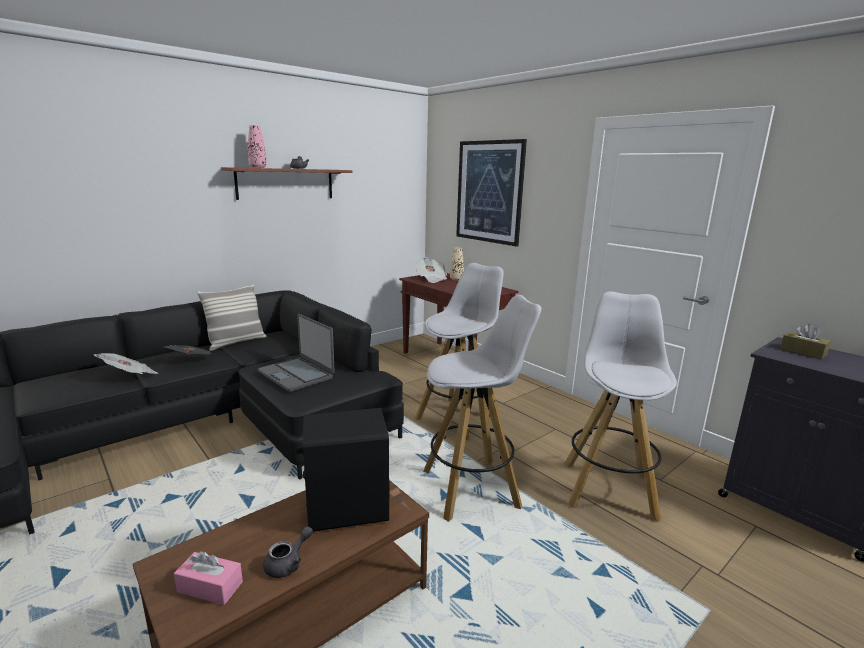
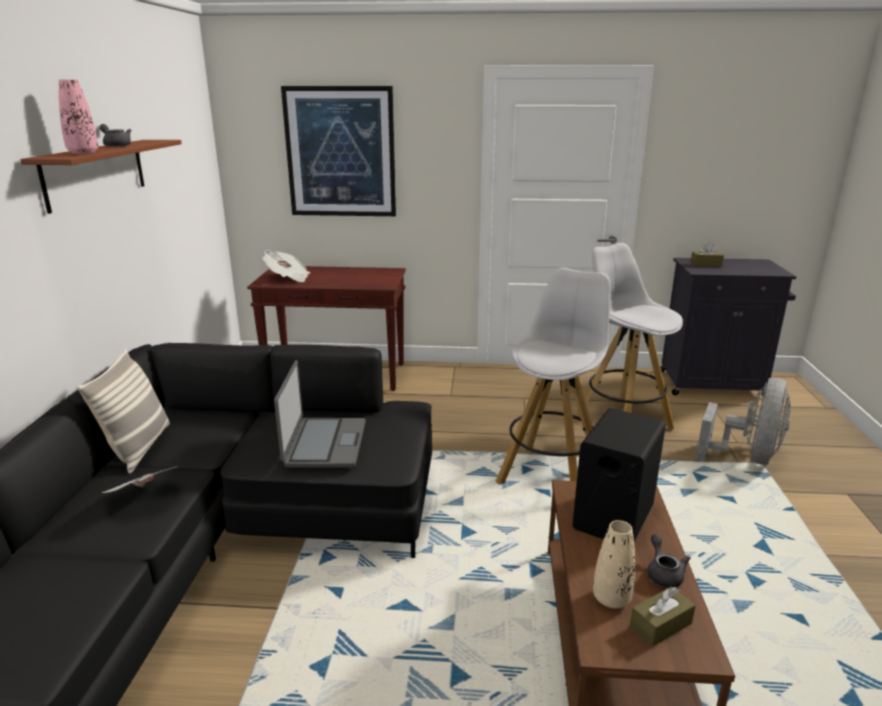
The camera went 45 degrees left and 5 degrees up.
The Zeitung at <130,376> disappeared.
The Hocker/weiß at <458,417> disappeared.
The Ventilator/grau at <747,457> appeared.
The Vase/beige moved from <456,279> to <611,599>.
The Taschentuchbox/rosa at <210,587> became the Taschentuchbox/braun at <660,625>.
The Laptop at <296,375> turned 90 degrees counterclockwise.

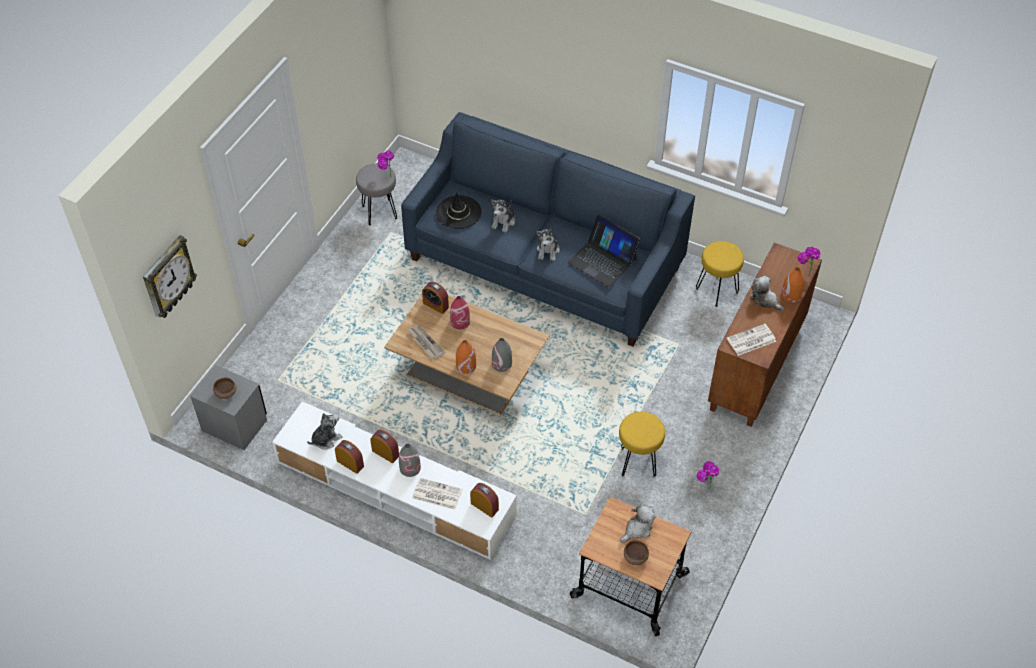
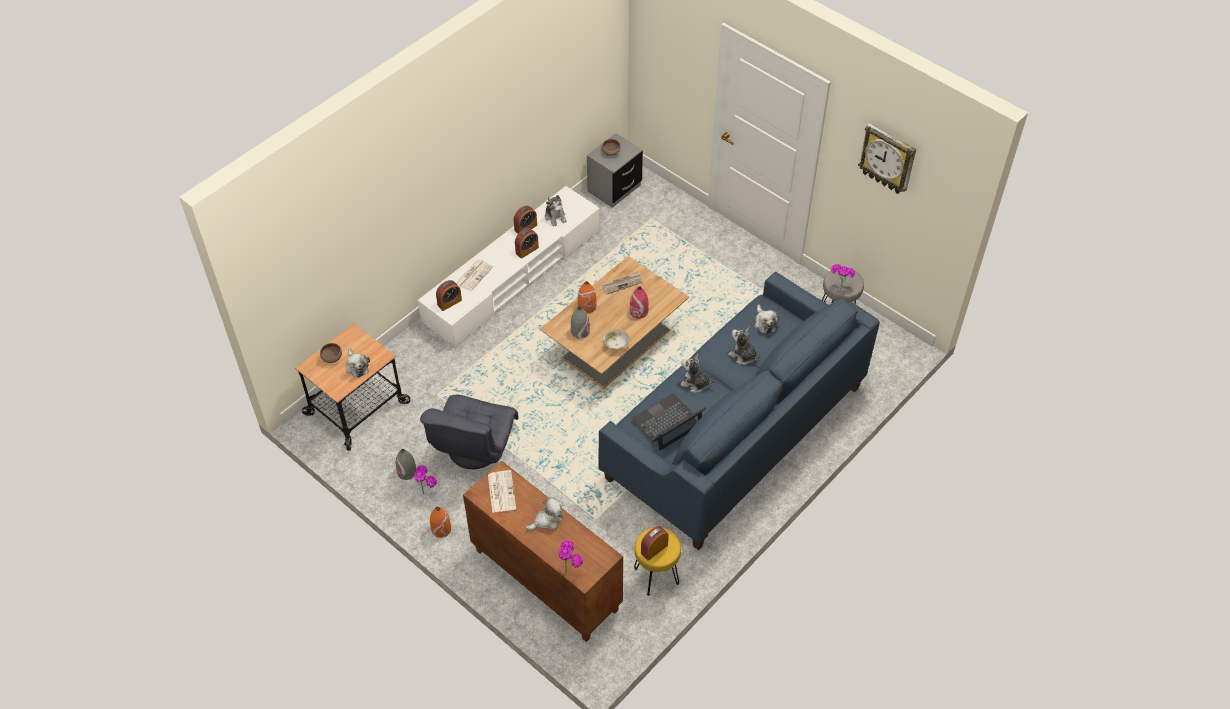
The camera went 105 degrees right and 0 degrees up.
The Schüssel at <616,344> appeared.
The Wanduhr moved from <168,278> to <888,159>.
The Vase/grau moved from <410,468> to <407,472>.
The Wecker moved from <435,305> to <654,549>.
The Vase/orange moved from <791,294> to <441,529>.
The Hut/schwarz at <458,212> was replaced by the Plüschtier at <764,323>.
The Hocker/gelb at <638,462> was replaced by the Sessel/grau at <473,447>.

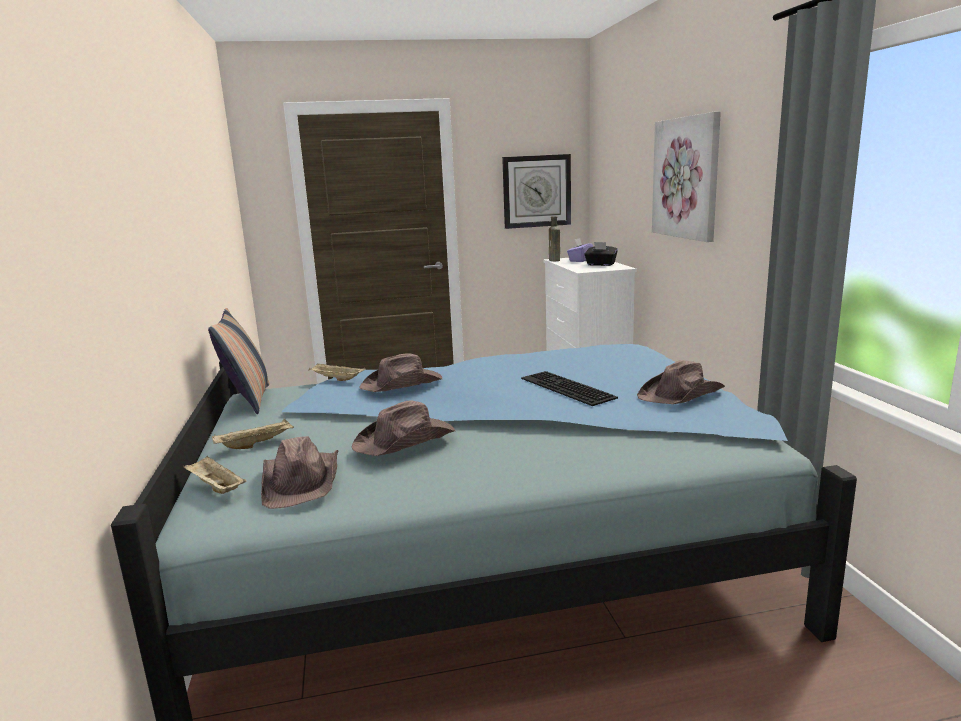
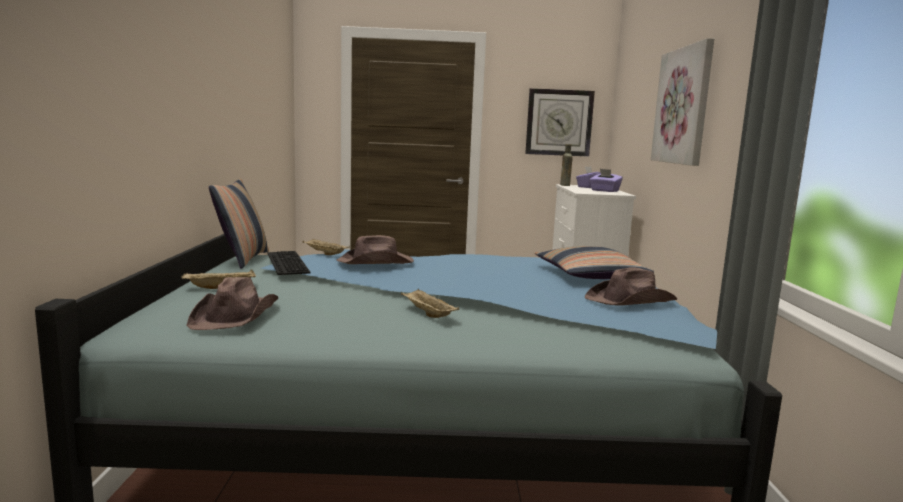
The camera went 10 degrees right and 5 degrees down.
The Hut/braun at <405,440> disappeared.
The Kissen at <589,275> appeared.
The Tablett/beige moved from <215,487> to <427,314>.
The Tastatur moved from <564,388> to <285,262>.
The Taschentuchbox/schwarz at <600,264> became the Taschentuchbox/lila at <604,191>.

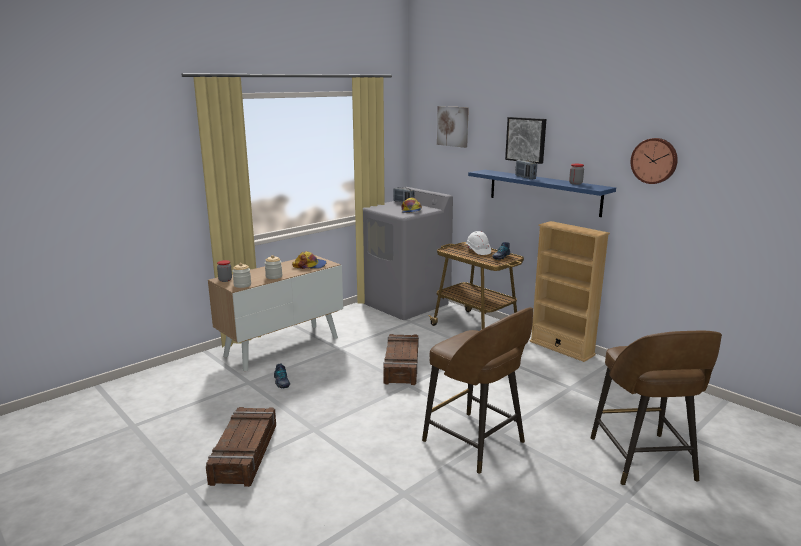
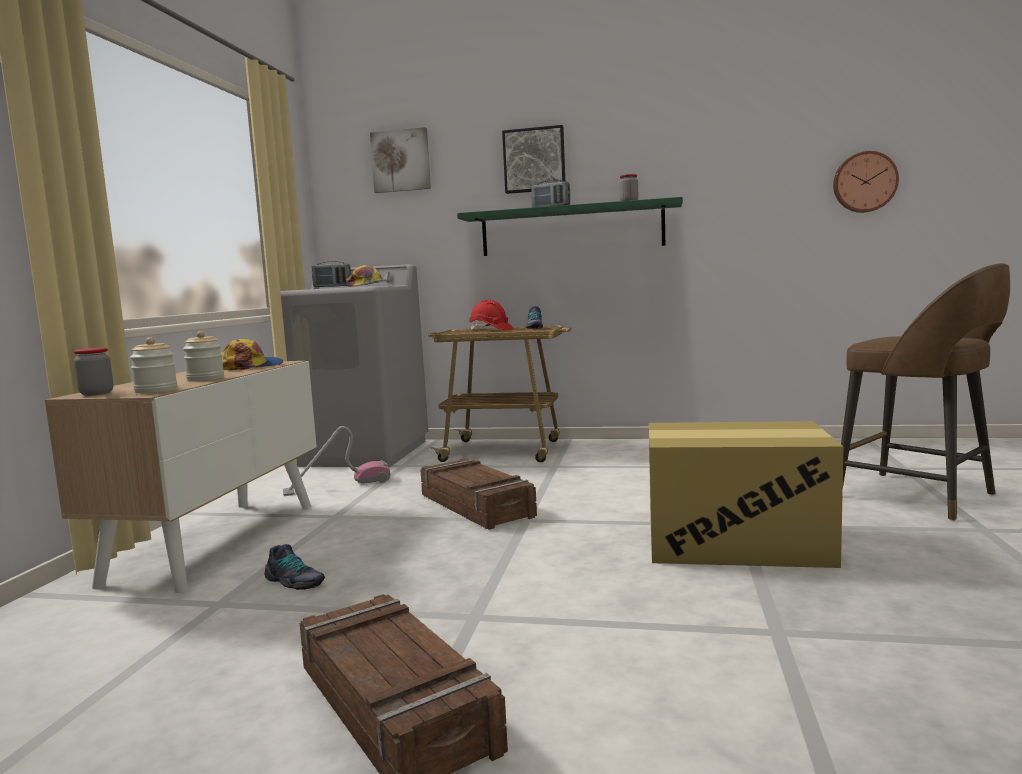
The camera went 35 degrees left and 10 degrees down.
The Bücherregal/beige at <561,348> disappeared.
The Staubsauger at <337,485> appeared.
The Wanduhr moved from <654,160> to <864,182>.
The Hocker/braun at <475,443> was replaced by the Karton at <736,543>.
The Schutzhelm/weiß at <478,251> became the Schutzhelm/rot at <490,330>.
The Wandregal/blau at <543,192> became the Wandregal/grün at <571,230>.

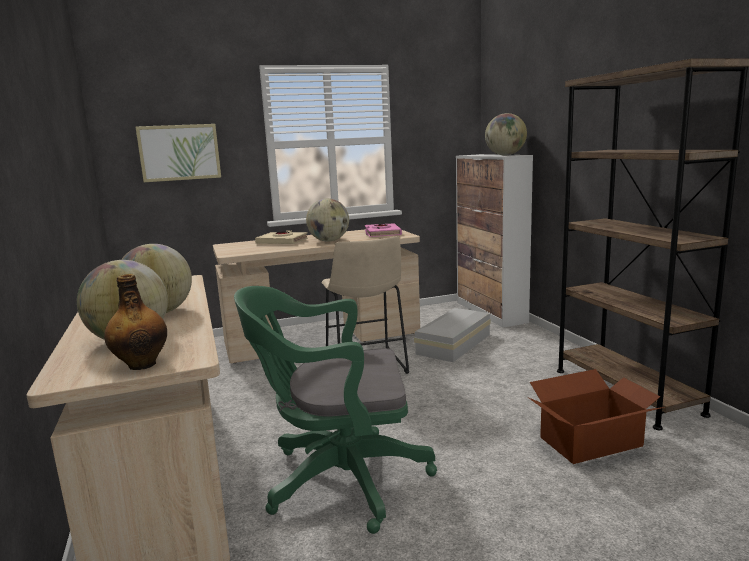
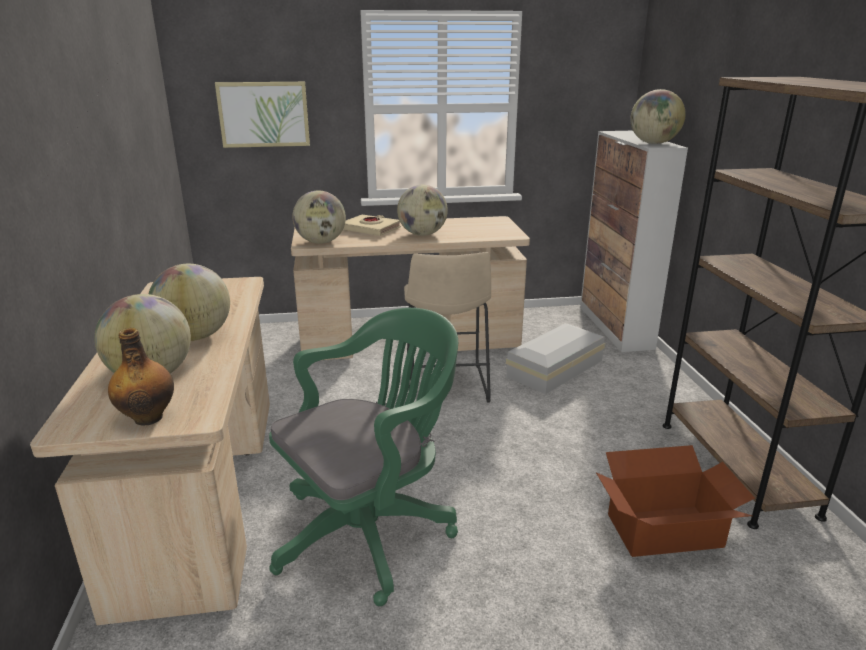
The camera went 10 degrees right and 10 degrees up.
The Buch/rosa at <382,233> disappeared.
The Globus at <321,242> appeared.
The Bürostuhl/grün at <338,479> turned 135 degrees clockwise.

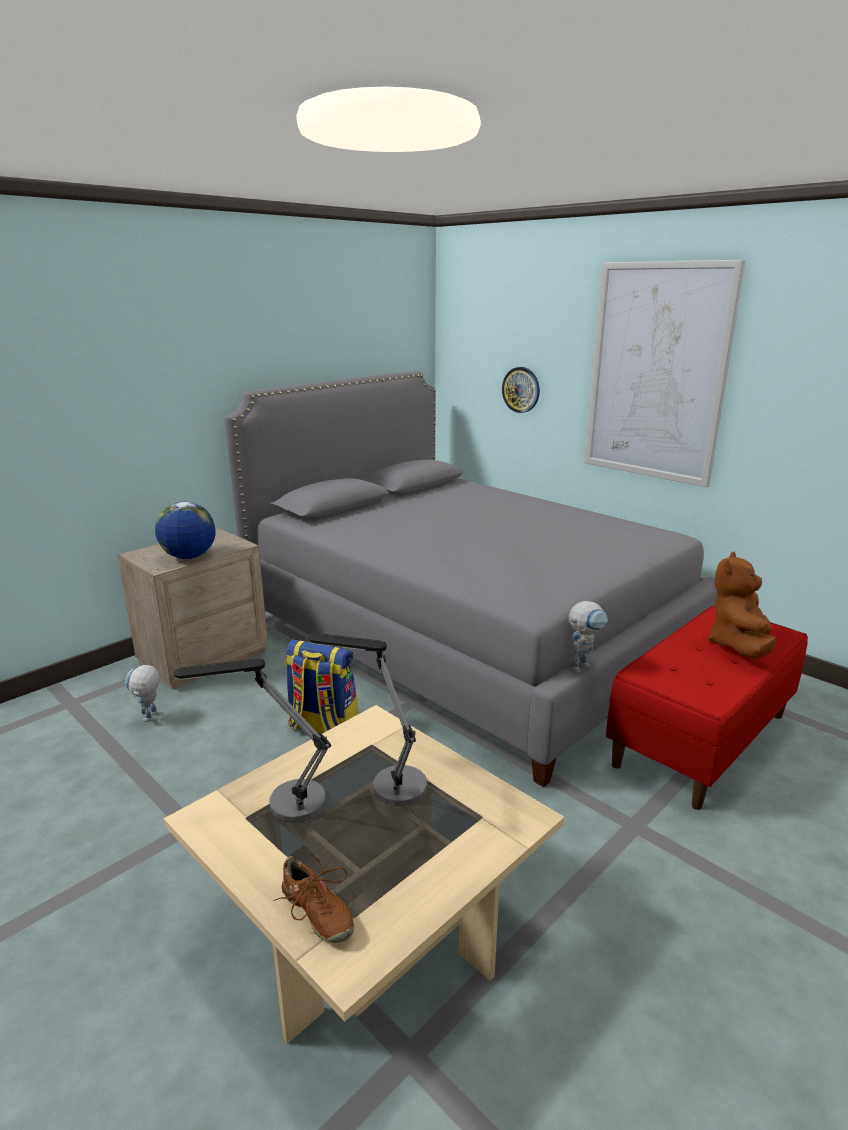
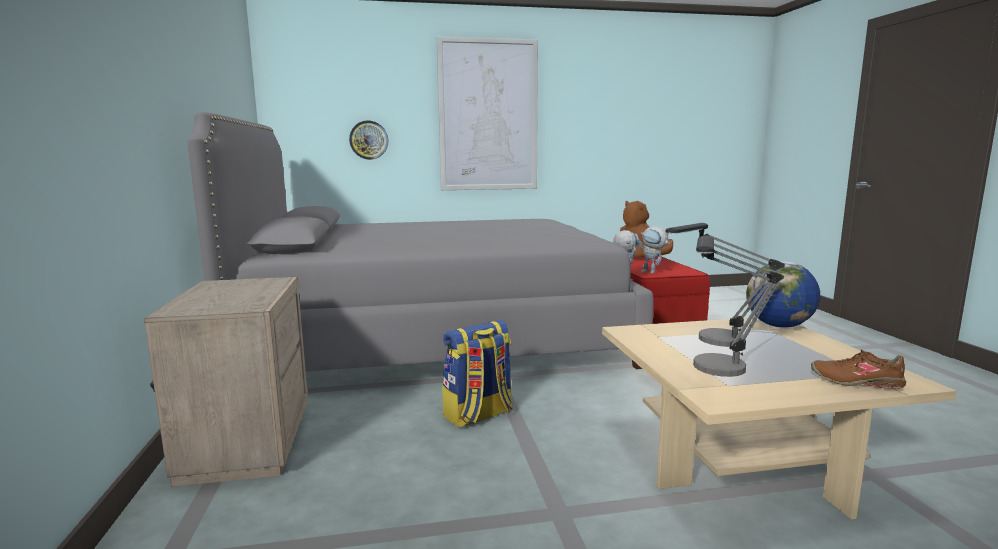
The camera went 55 degrees left and 10 degrees down.
The Spielzeugroboter moved from <149,720> to <652,272>.
The Globus moved from <189,557> to <779,326>.
The Schuh/braun at <316,912> turned 150 degrees counterclockwise.

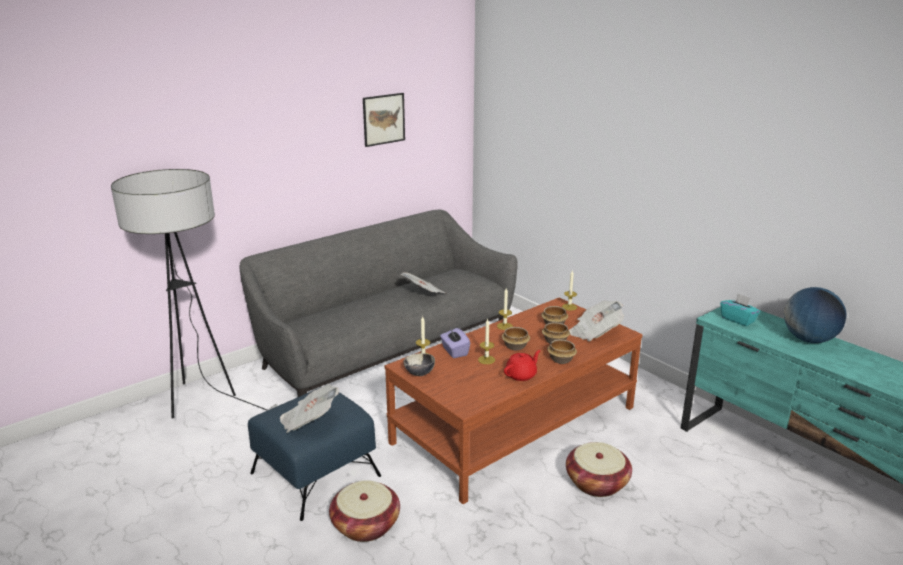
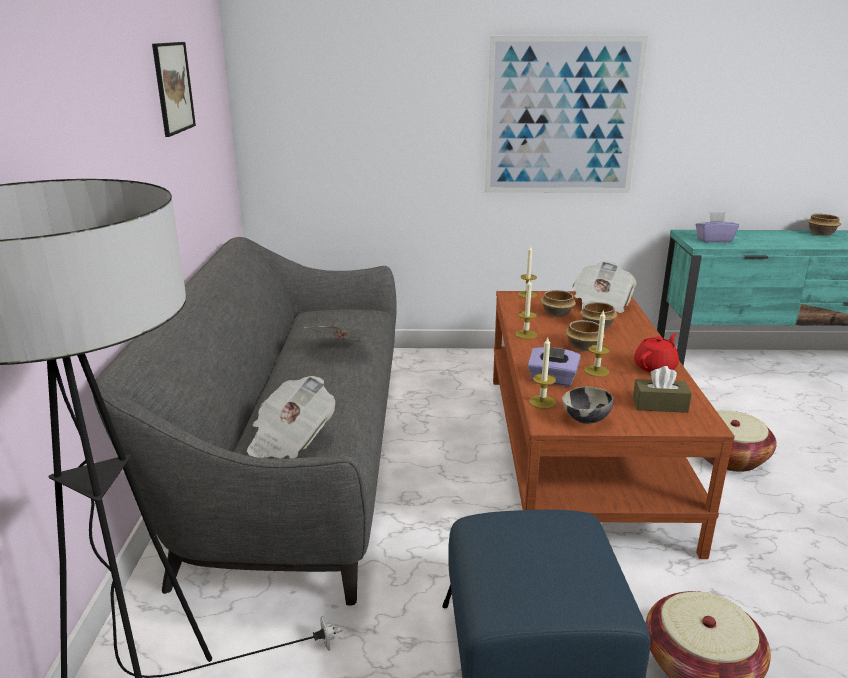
The camera went 50 degrees left and 0 degrees up.
The Globus at <809,339> disappeared.
The Bild at <562,117> appeared.
The Taschentuchbox/braun at <660,405> appeared.
The Zeitung moved from <309,421> to <290,439>.
The Schüssel moved from <560,359> to <820,233>.
The Taschentuchbox/türkis at <738,320> became the Taschentuchbox/lila at <714,240>.
The Teekanne/rot at <521,375> turned 45 degrees clockwise.

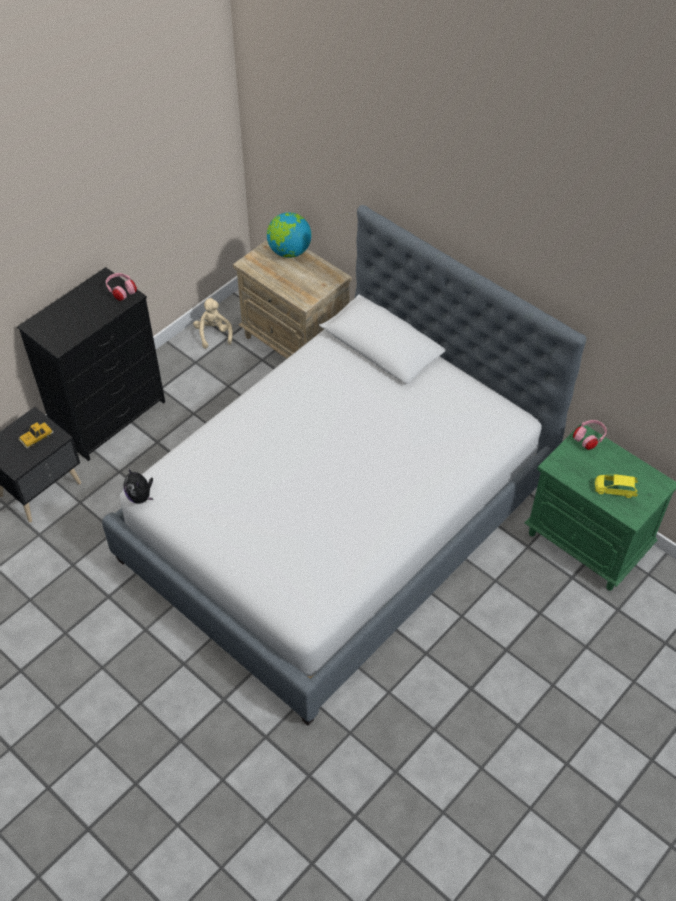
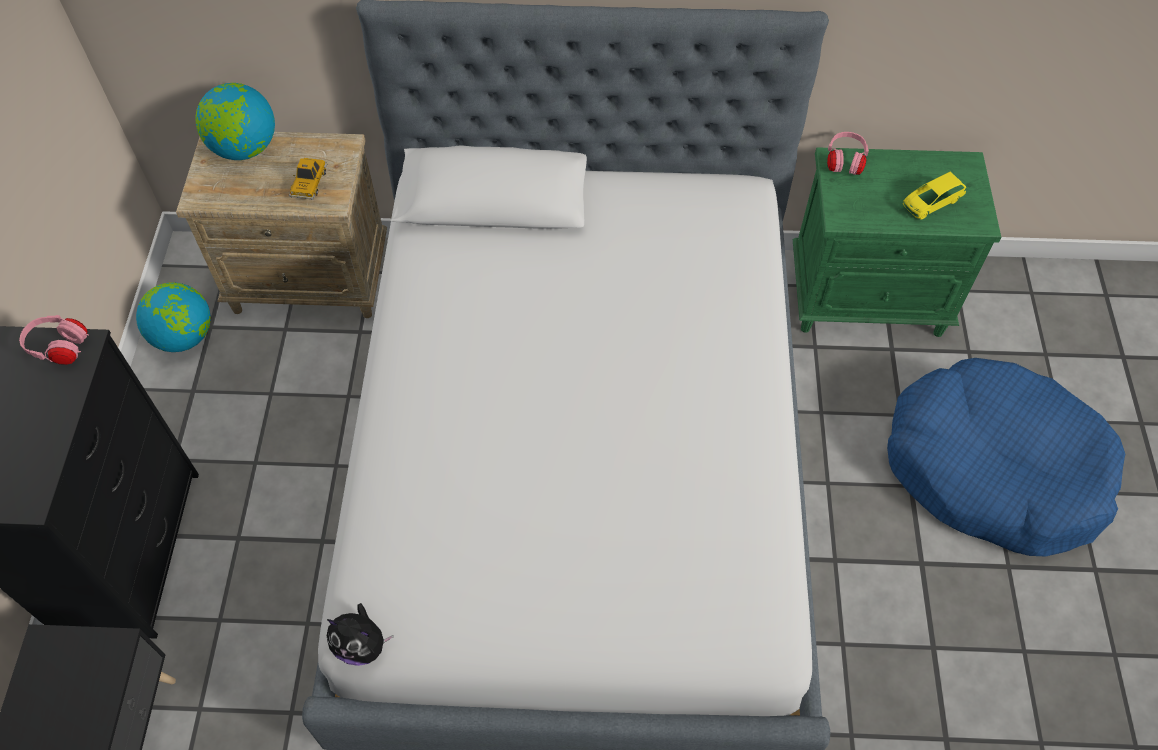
The camera went 40 degrees left and 5 degrees up.
The Hundebett/blau at <992,469> appeared.
The Spielzeugauto moved from <36,437> to <309,183>.
The Plüschtier/beige at <213,334> was replaced by the Globus at <184,336>.

